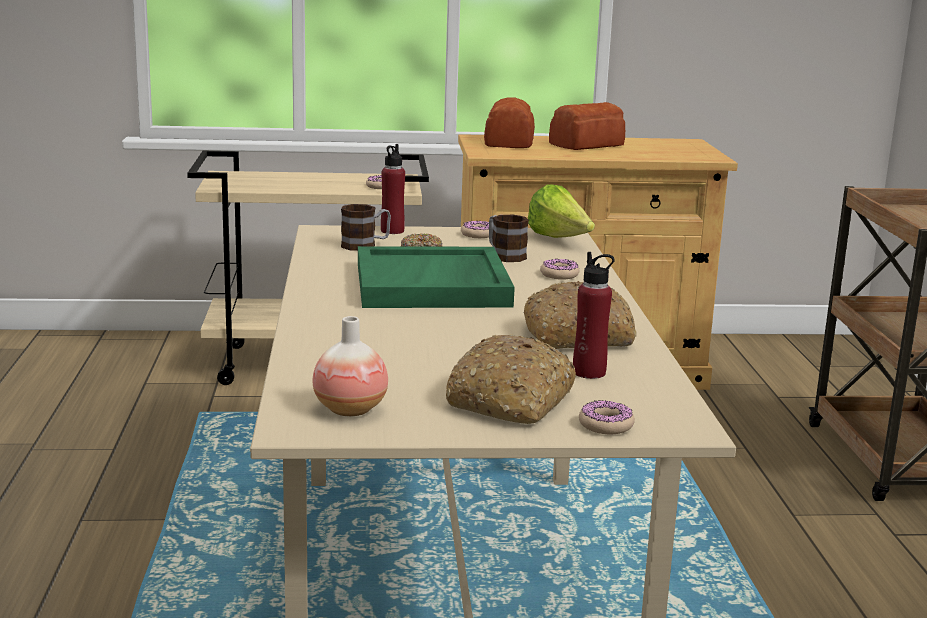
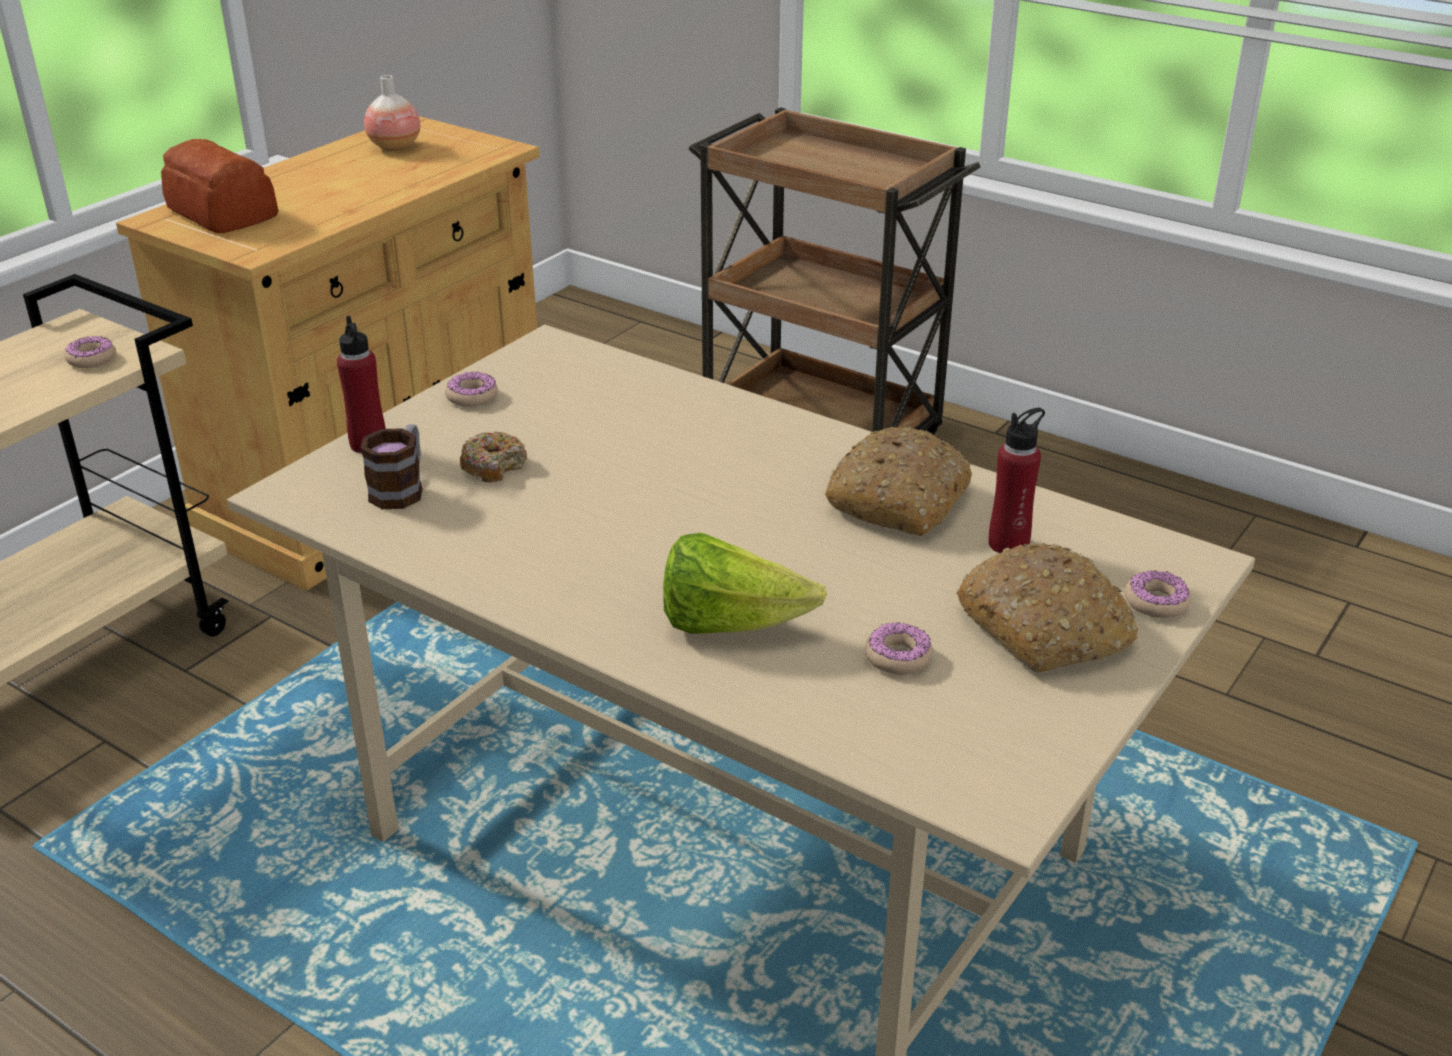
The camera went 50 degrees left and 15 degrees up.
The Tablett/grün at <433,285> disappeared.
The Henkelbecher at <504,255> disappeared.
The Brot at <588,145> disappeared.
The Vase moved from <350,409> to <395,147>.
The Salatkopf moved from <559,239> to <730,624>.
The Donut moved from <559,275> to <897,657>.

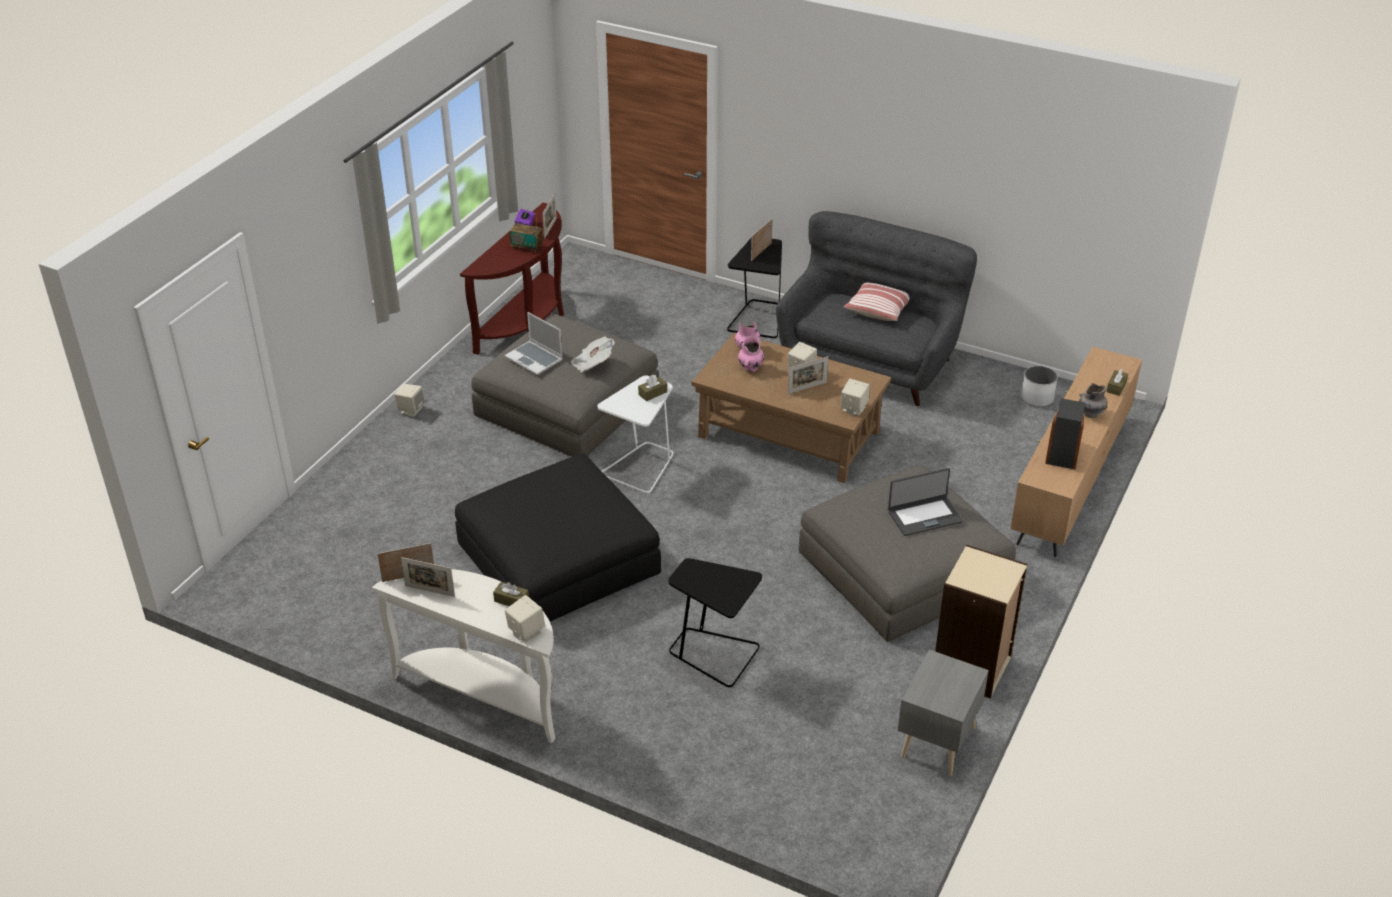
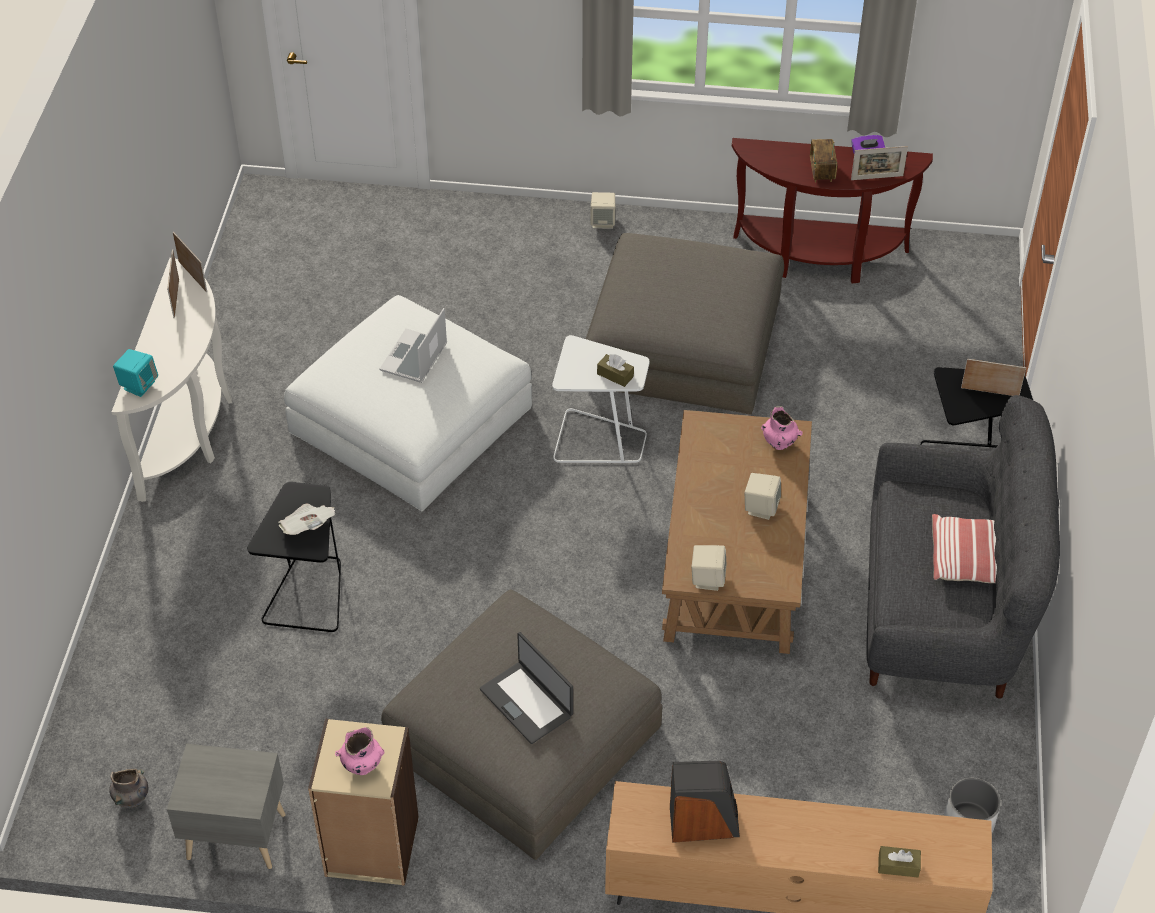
The camera went 70 degrees right and 10 degrees up.
The Taschentuchbox/braun at <511,600> disappeared.
The Bilderrahmen at <807,388> disappeared.
The Laptop moved from <535,359> to <414,358>.
The Zeitung moved from <592,363> to <308,528>.
The Vase/rosa moved from <750,368> to <361,766>.
The Vase/grau moved from <1090,414> to <132,798>.
The Polsterhocker/schwarz at <558,558> became the Polsterhocker/weiß at <411,419>.
The Lautsprecher/beige at <525,632> became the Lautsprecher/türkis at <139,385>.

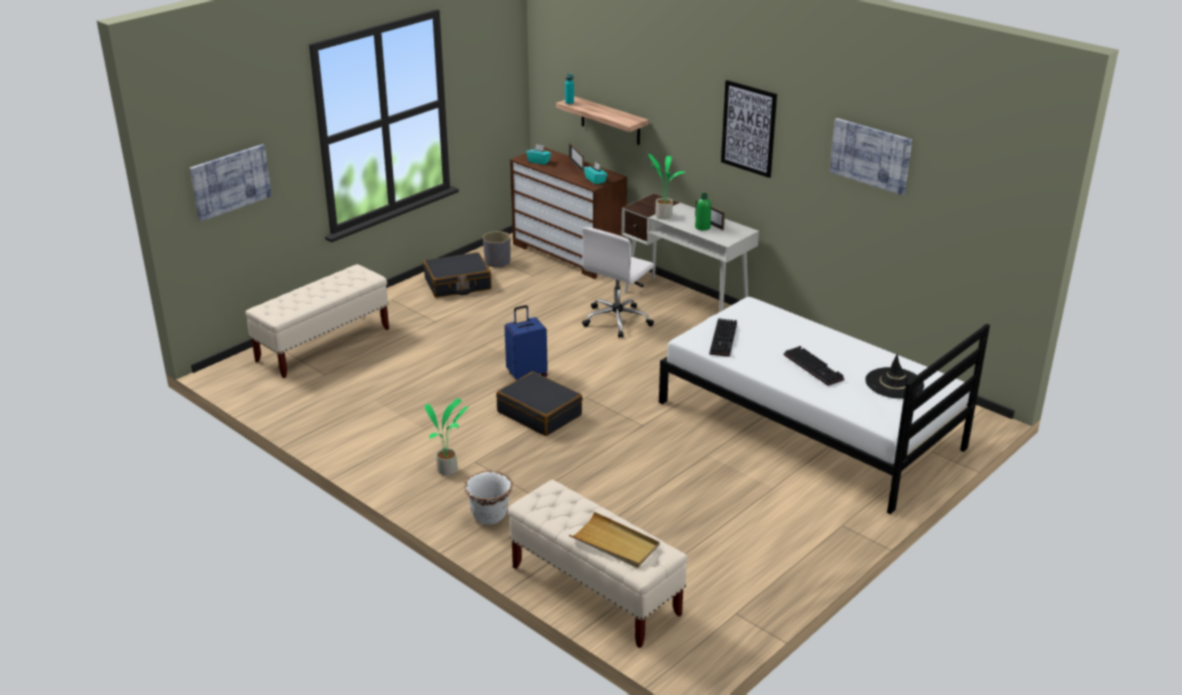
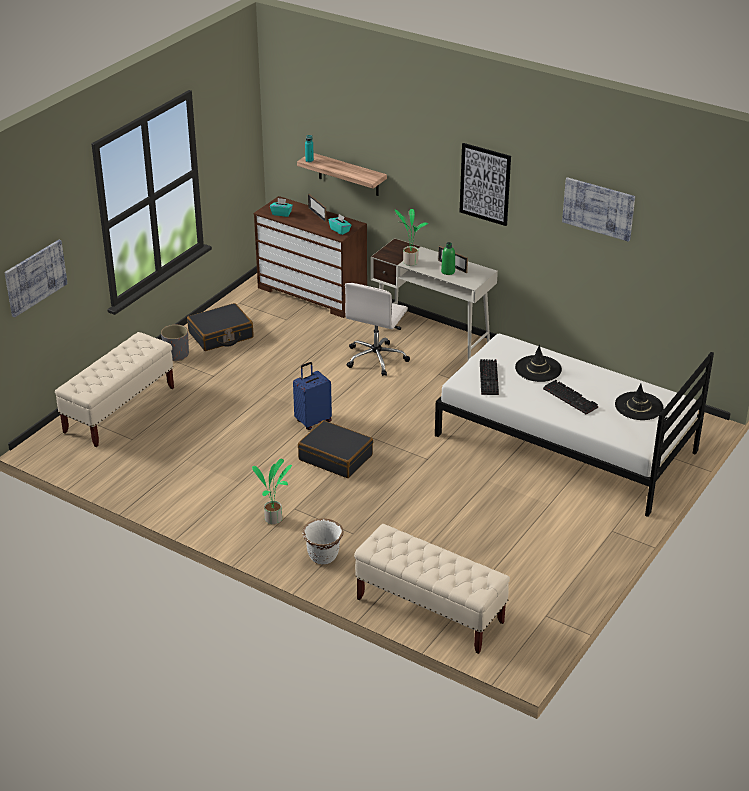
The camera went 10 degrees left and 5 degrees up.
The Tablett/beige at <615,543> disappeared.
The Hut/schwarz at <538,369> appeared.
The Pflanzkübel/grau moved from <497,262> to <176,355>.

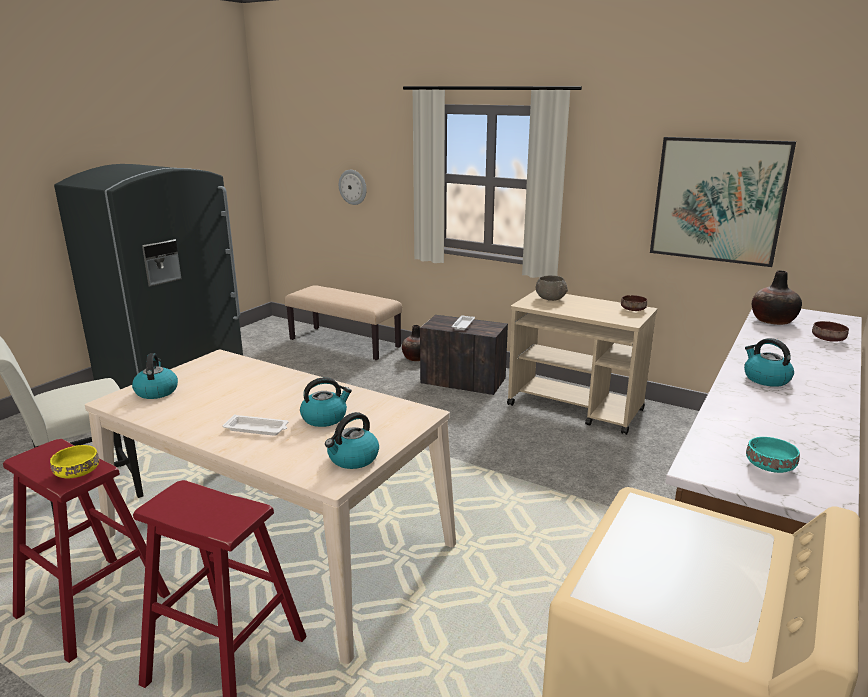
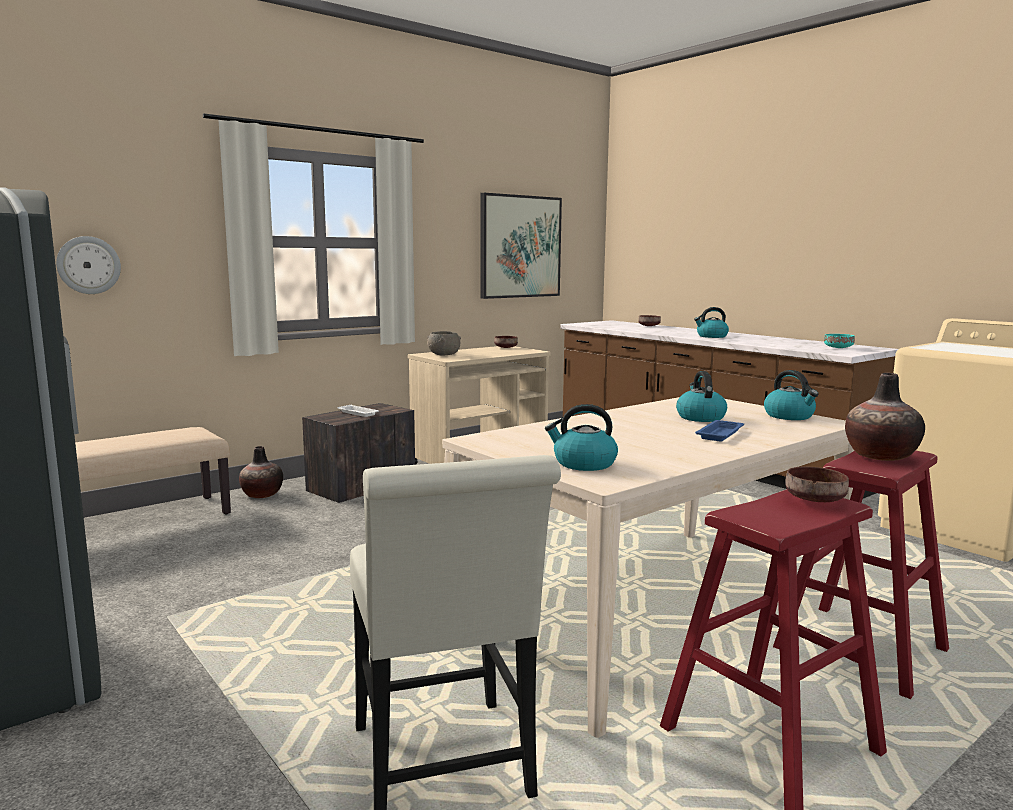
The camera went 70 degrees left and 10 degrees down.
The Vase moved from <772,321> to <880,456>.
The Schüssel/gelb at <78,472> became the Schüssel/braun at <815,499>.
The Tablett/weiß at <257,429> became the Tablett/blau at <720,434>.

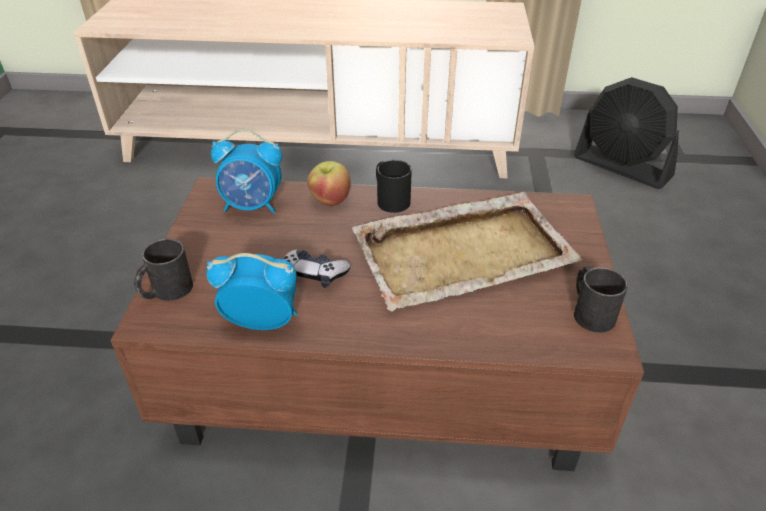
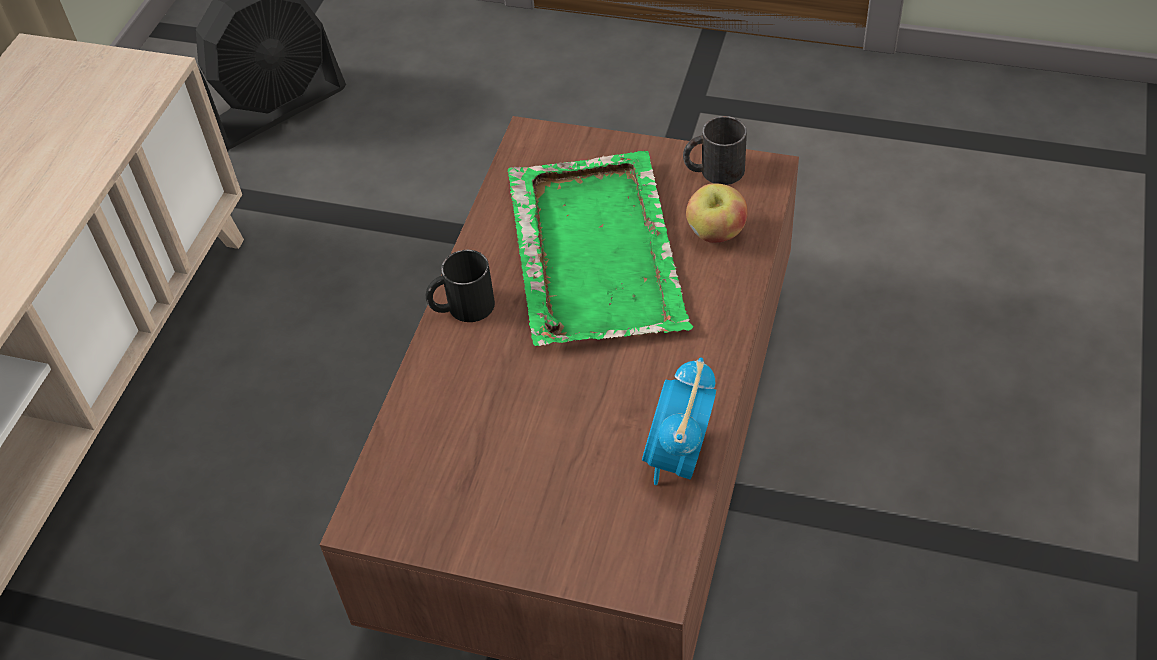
The camera went 75 degrees left and 10 degrees up.
The Henkelbecher/schwarz at <165,291> disappeared.
The Wecker at <253,206> disappeared.
The Gamepad at <314,274> disappeared.
The Apfel moved from <330,200> to <716,233>.
The Tablett/beige at <465,253> became the Tablett/grün at <595,251>.

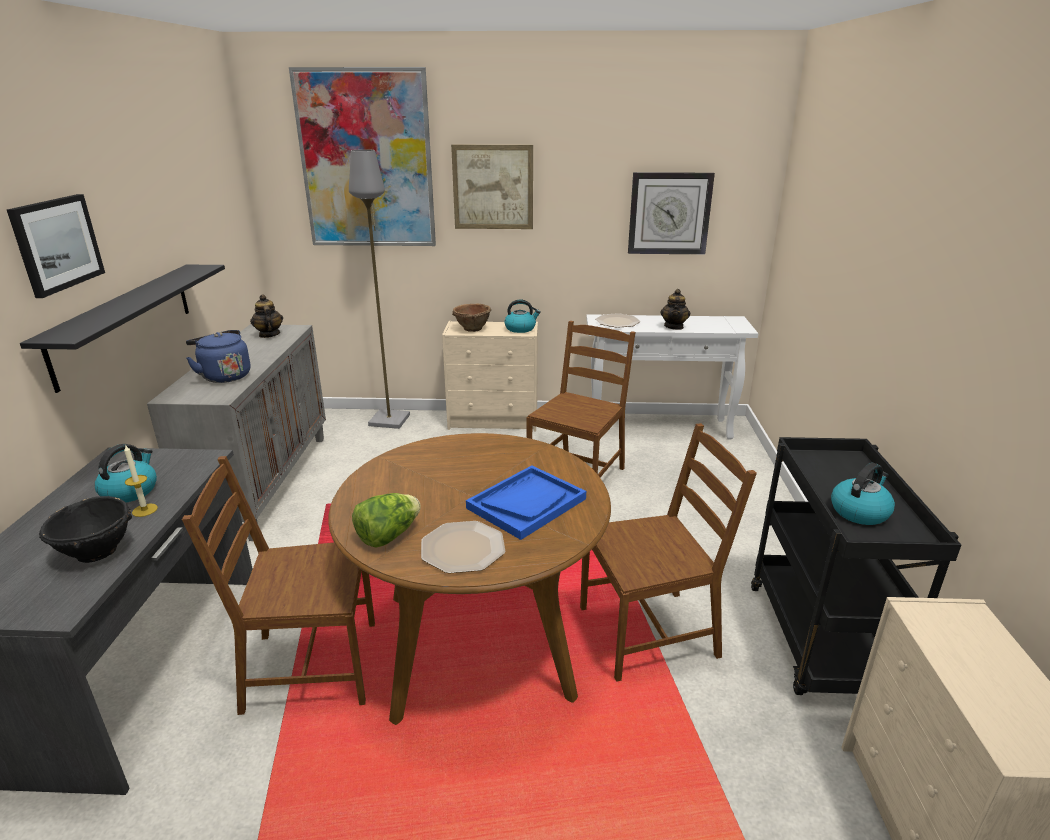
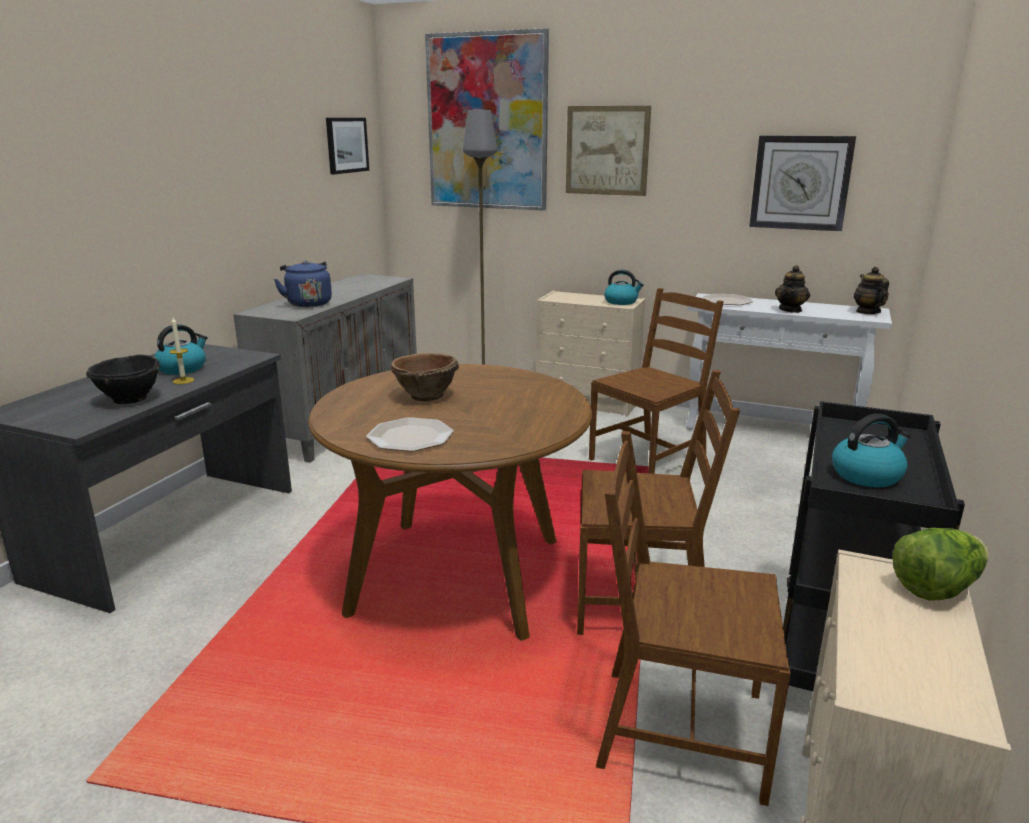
The camera went 20 degrees right and 5 degrees down.
The Wandregal/schwarz at <124,322> disappeared.
The Tablett/blau at <526,503> disappeared.
The Bild moved from <57,244> to <346,145>.
The Stuhl/braun moved from <310,668> to <680,731>.
The Teekanne moved from <269,335> to <868,312>.
The Salatkopf moved from <388,536> to <936,588>.
The Schüssel/braun moved from <472,329> to <425,396>.

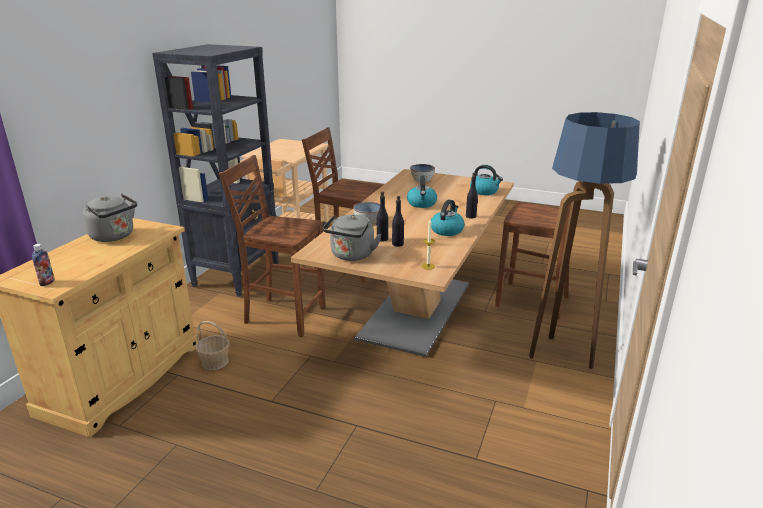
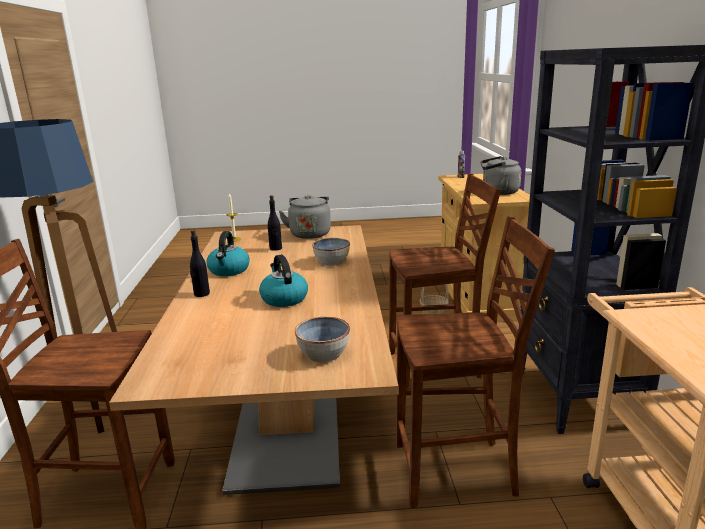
The camera went 155 degrees right and 5 degrees down.
The Flasche/schwarz at <382,239> disappeared.
The Wasserkessel at <484,191> disappeared.

